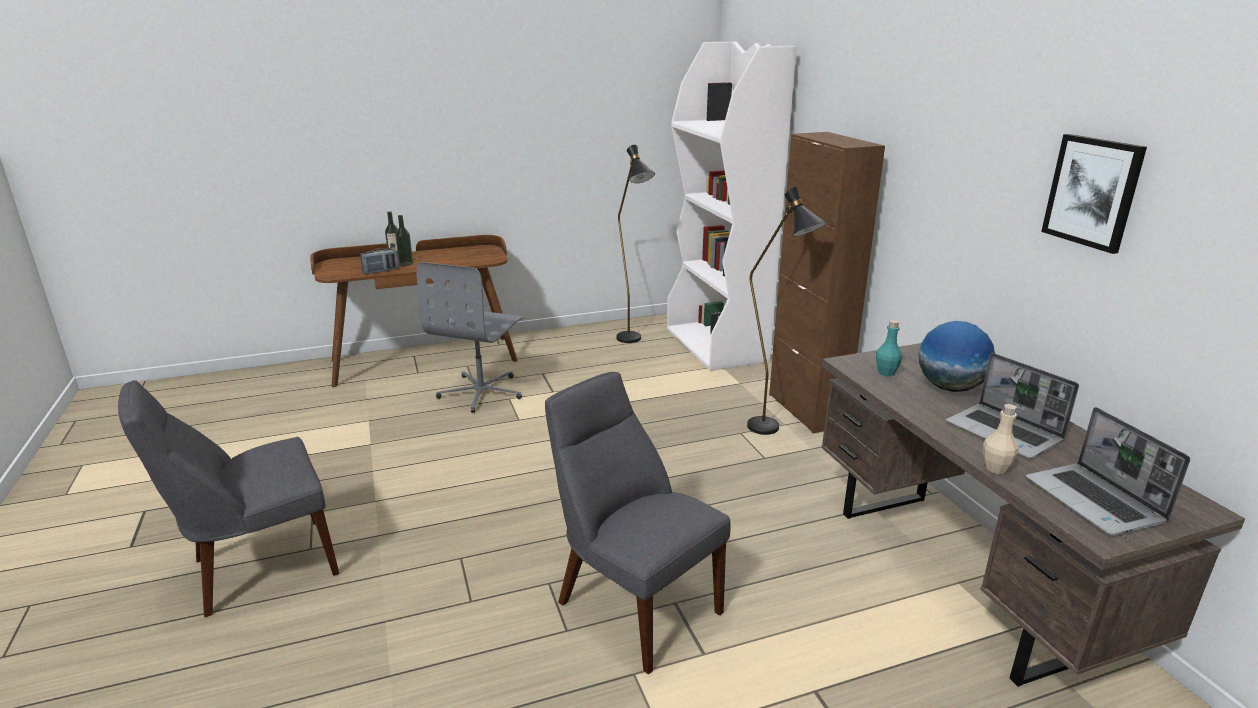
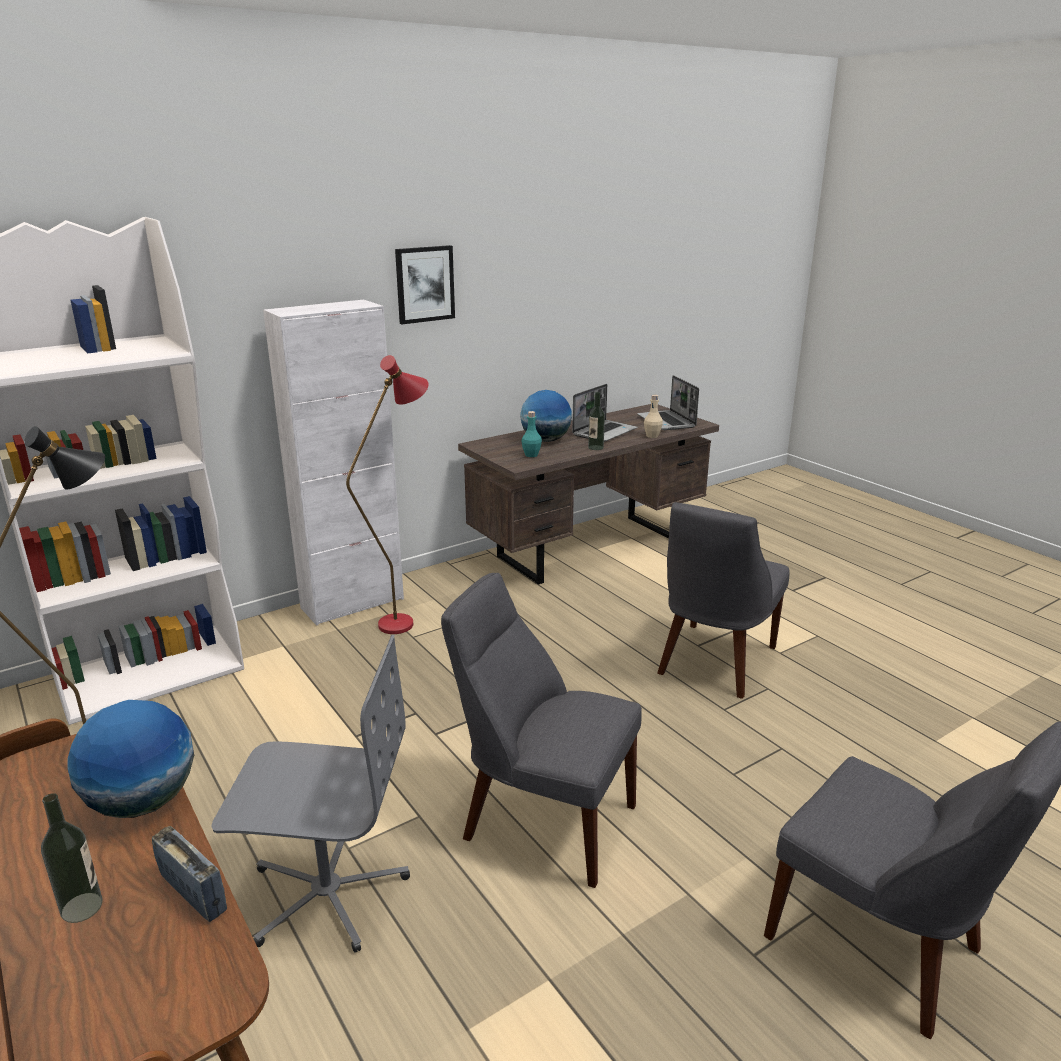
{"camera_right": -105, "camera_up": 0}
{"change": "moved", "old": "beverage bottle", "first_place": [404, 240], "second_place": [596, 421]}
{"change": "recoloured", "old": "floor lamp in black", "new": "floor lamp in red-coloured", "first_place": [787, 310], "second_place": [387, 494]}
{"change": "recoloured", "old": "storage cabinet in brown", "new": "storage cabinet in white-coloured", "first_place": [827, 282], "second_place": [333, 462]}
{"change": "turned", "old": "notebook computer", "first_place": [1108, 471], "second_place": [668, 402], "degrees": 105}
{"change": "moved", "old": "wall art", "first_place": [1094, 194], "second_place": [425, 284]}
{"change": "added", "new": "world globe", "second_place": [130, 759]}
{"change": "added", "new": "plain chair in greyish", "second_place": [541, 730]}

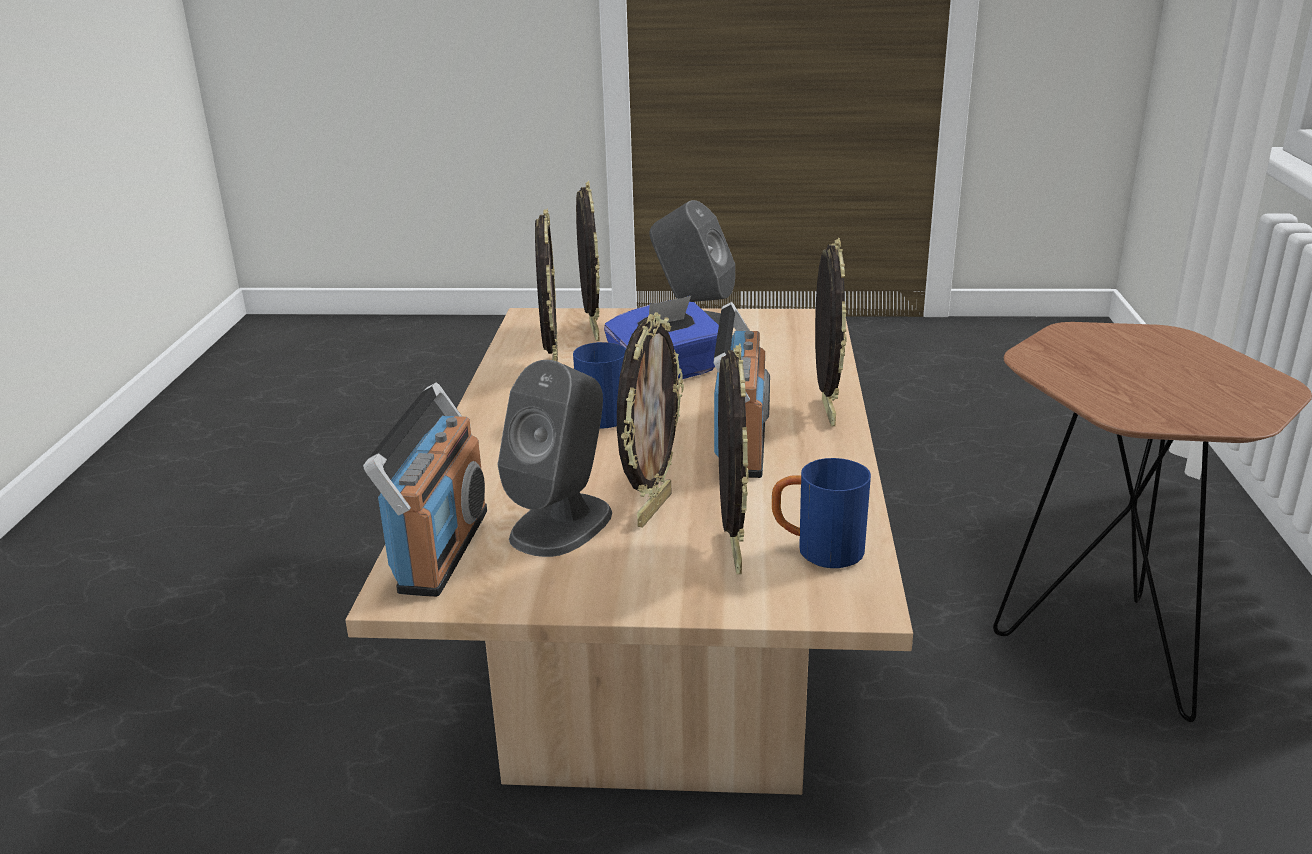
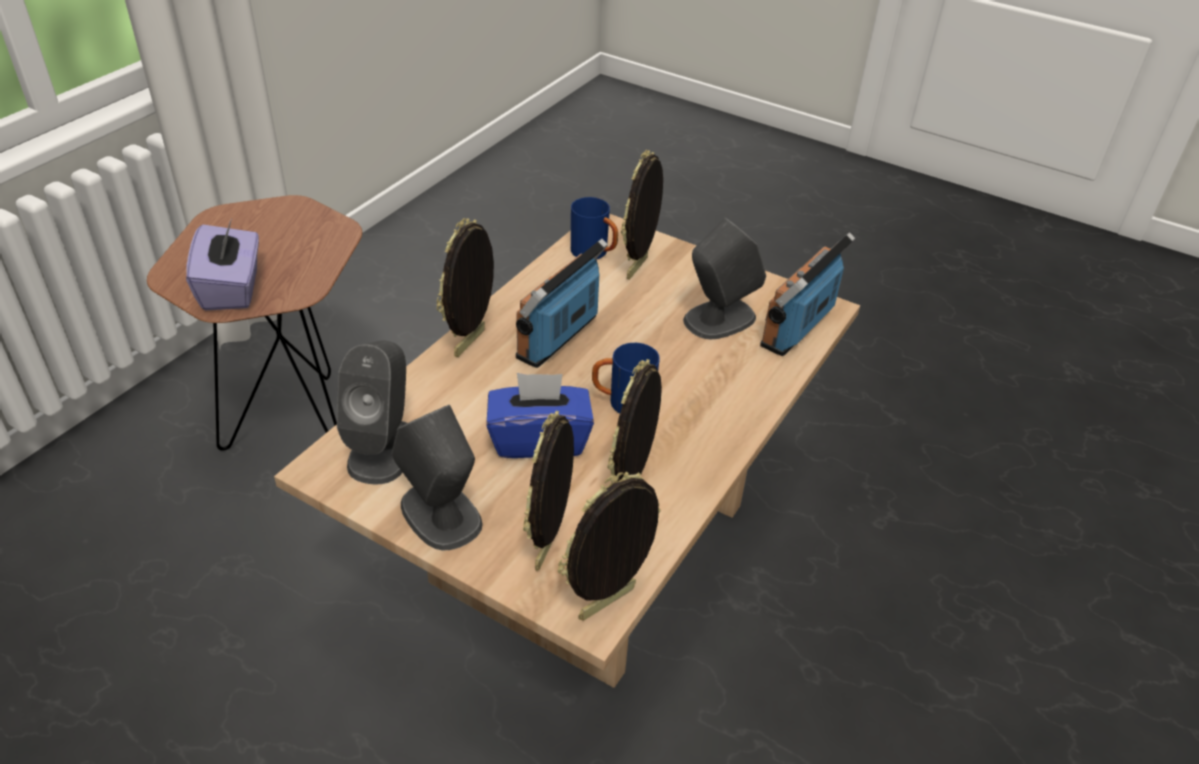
{"camera_right": -155, "camera_up": 15}
{"change": "moved", "old": "standing frame", "first_place": [650, 420], "second_place": [609, 546]}
{"change": "added", "new": "tissue box in purplish", "second_place": [222, 264]}
{"change": "added", "new": "loudspeaker in greyish", "second_place": [372, 412]}

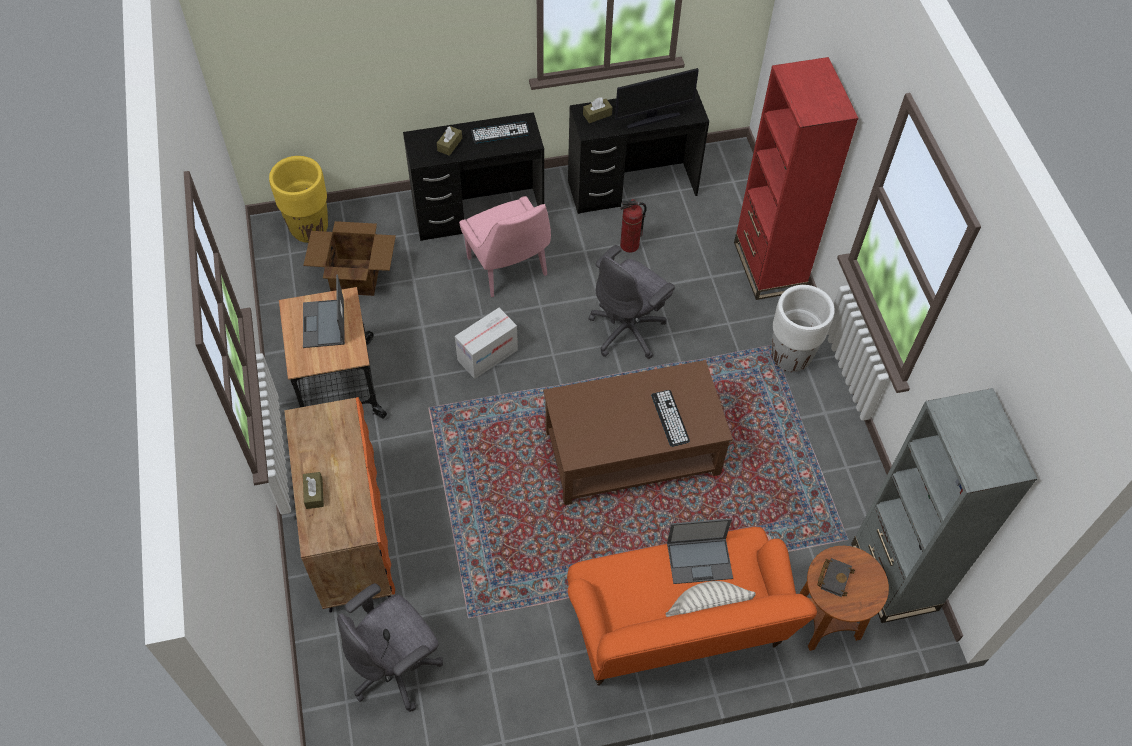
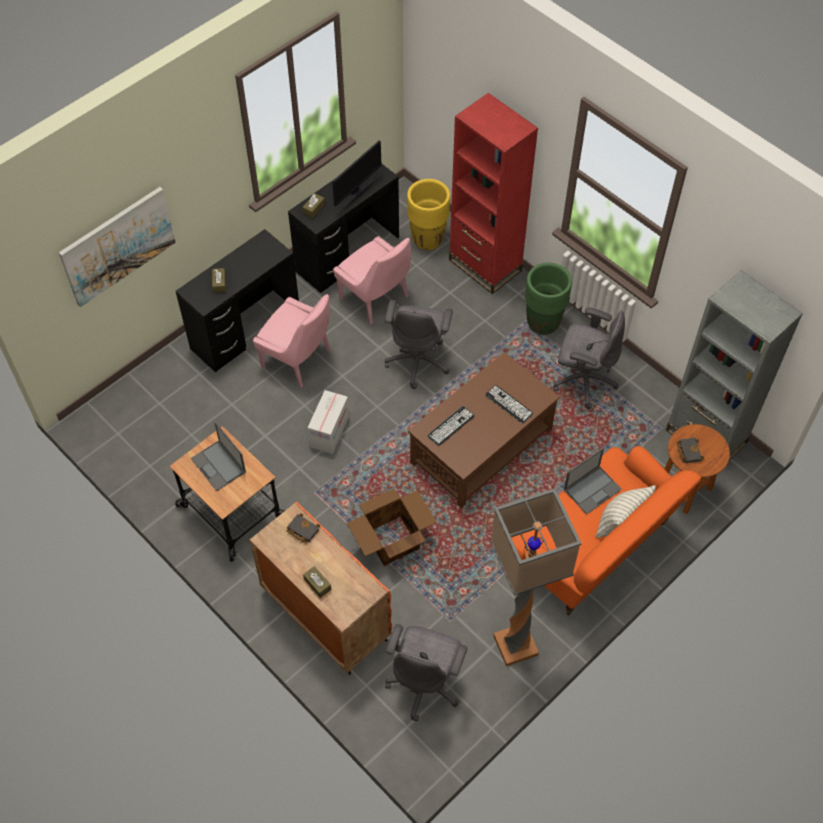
{"camera_right": -30, "camera_up": 0}
{"change": "moved", "old": "plant pot in yellow-coloured", "first_place": [298, 199], "second_place": [428, 214]}
{"change": "moved", "old": "carton", "first_place": [349, 258], "second_place": [392, 527]}
{"change": "moved", "old": "computer keyboard", "first_place": [500, 132], "second_place": [450, 426]}
{"change": "replaced", "old": "fire-fighting cylinder", "new": "plain chair in pink-coloured", "first_place": [633, 226], "second_place": [372, 280]}
{"change": "recoloured", "old": "plant pot in white-coloured", "new": "plant pot in green", "first_place": [803, 328], "second_place": [548, 298]}
{"change": "added", "new": "wall art", "second_place": [117, 247]}
{"change": "added", "new": "bound book in black", "second_place": [303, 528]}
{"change": "added", "new": "floor lamp", "second_place": [536, 577]}
{"change": "added", "new": "computer chair in greyish", "second_place": [589, 358]}

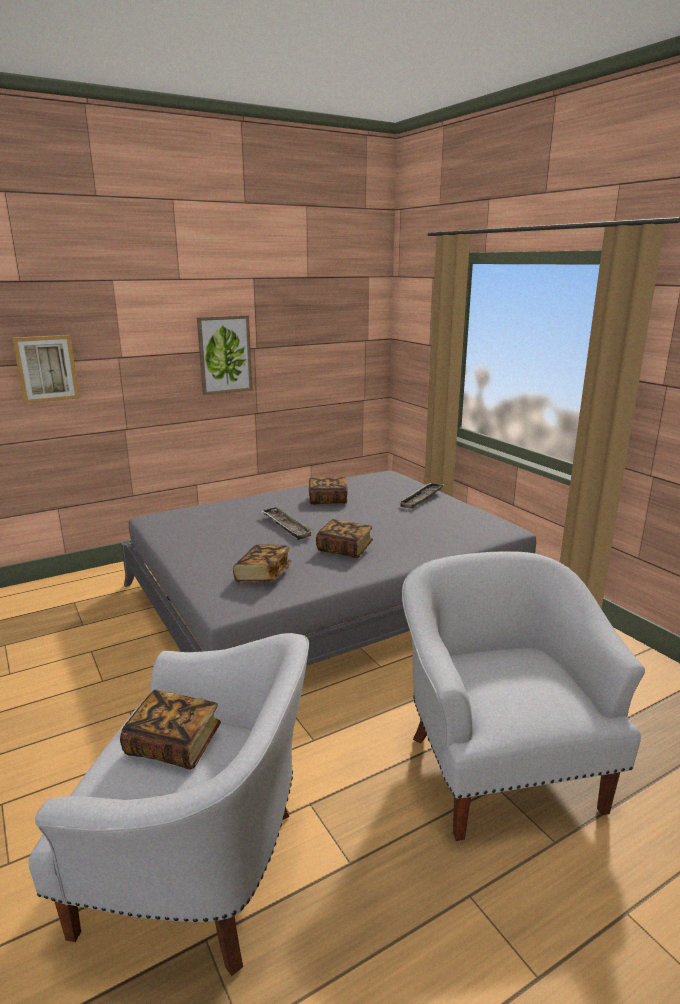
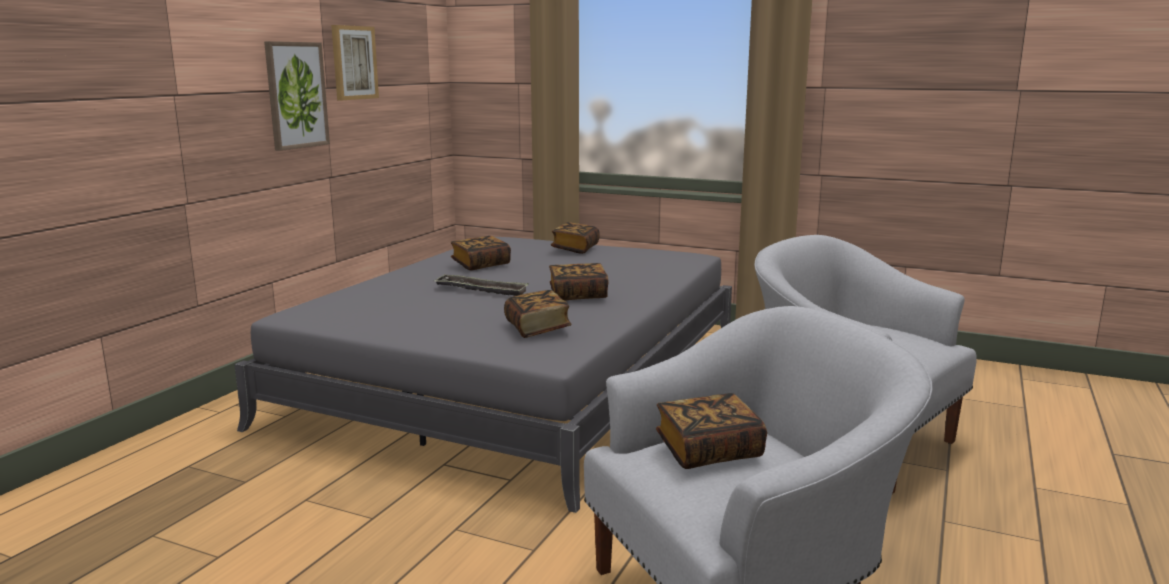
{"camera_right": -35, "camera_up": -5}
{"change": "moved", "old": "wall art", "first_place": [45, 369], "second_place": [355, 63]}
{"change": "replaced", "old": "tray", "new": "bound book", "first_place": [421, 495], "second_place": [575, 238]}

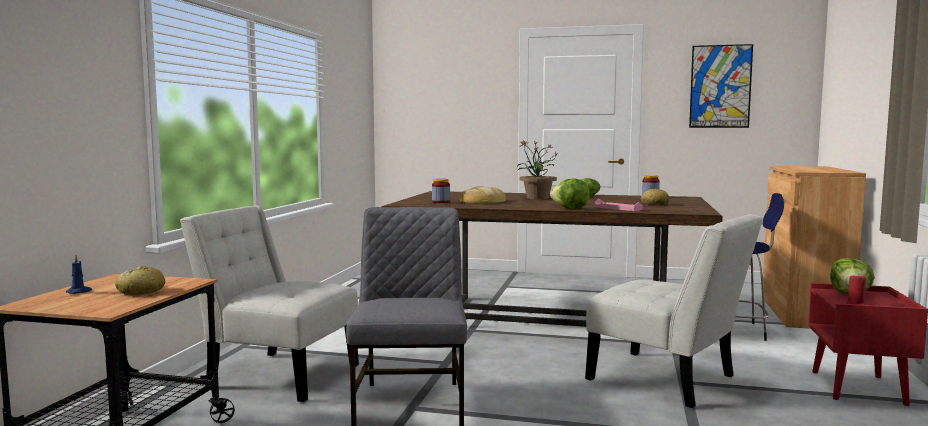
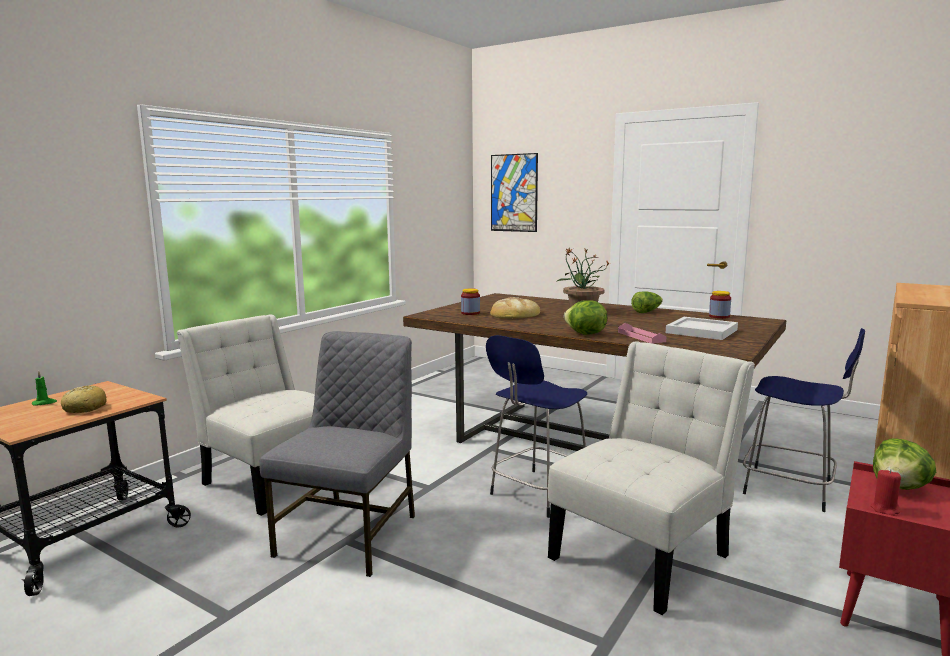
{"camera_right": 20, "camera_up": 5}
{"change": "recoloured", "old": "wax candle in blue", "new": "wax candle in green", "first_place": [79, 274], "second_place": [44, 388]}
{"change": "turned", "old": "plain chair in white-coloured", "first_place": [674, 311], "second_place": [651, 478], "degrees": -105}
{"change": "replaced", "old": "baked bread", "new": "tray in white-coloured", "first_place": [655, 196], "second_place": [702, 328]}
{"change": "moved", "old": "wall art", "first_place": [721, 86], "second_place": [514, 192]}
{"change": "added", "new": "sitting stool in blue", "second_place": [536, 426]}

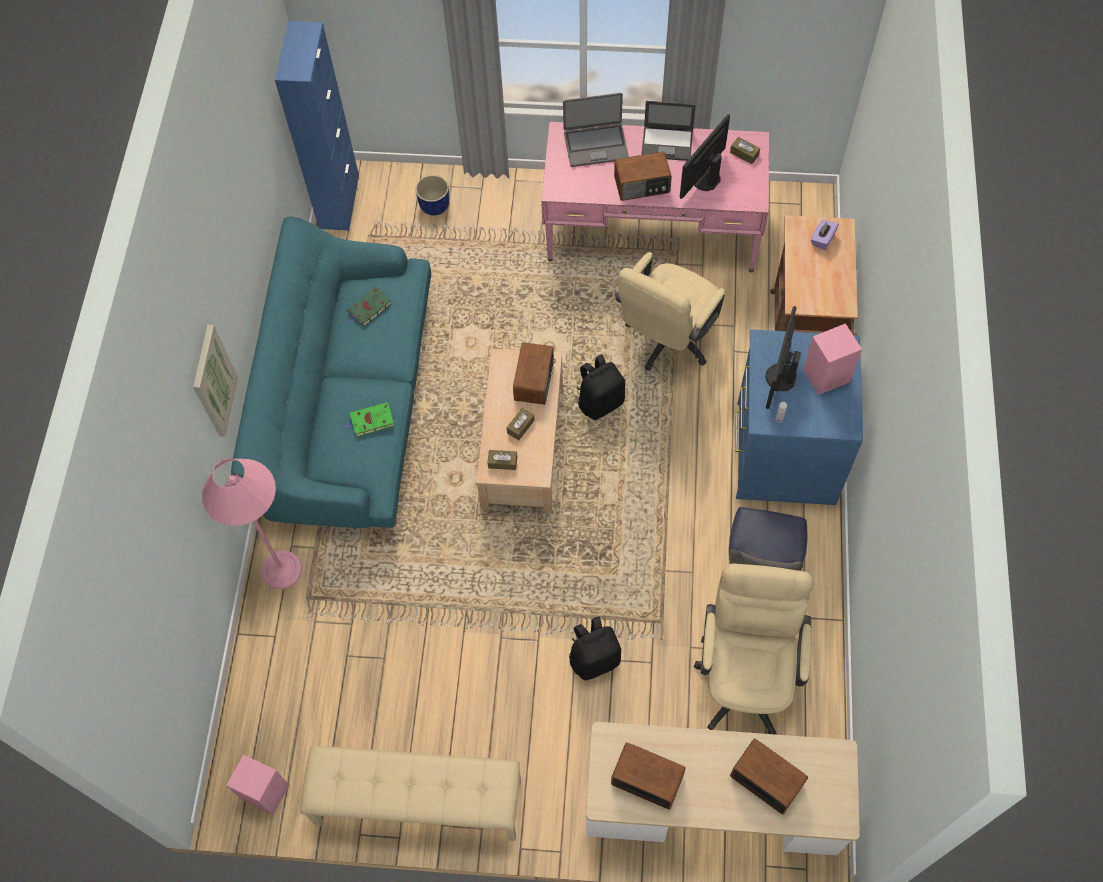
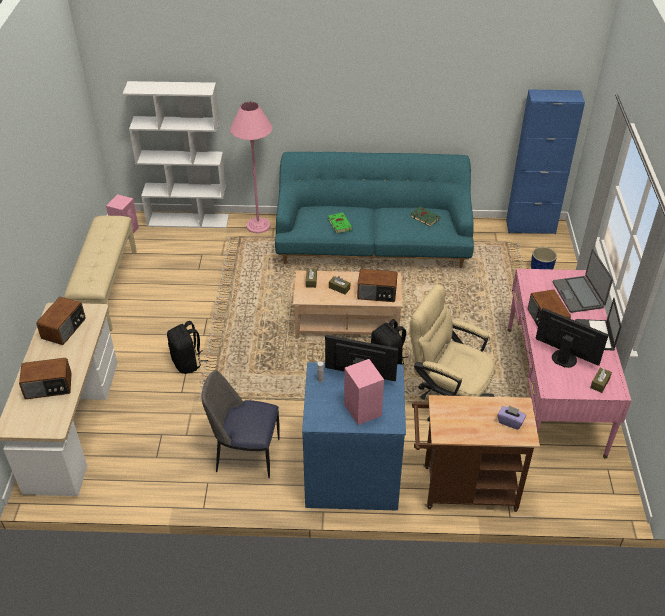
{"camera_right": 85, "camera_up": -20}
{"change": "removed", "old": "wall art", "first_place": [215, 380]}
{"change": "removed", "old": "computer chair in beige", "first_place": [754, 649]}
{"change": "turned", "old": "radio set", "first_place": [769, 776], "second_place": [45, 378], "degrees": 45}
{"change": "added", "new": "shelving unit in white-coloured", "second_place": [176, 154]}

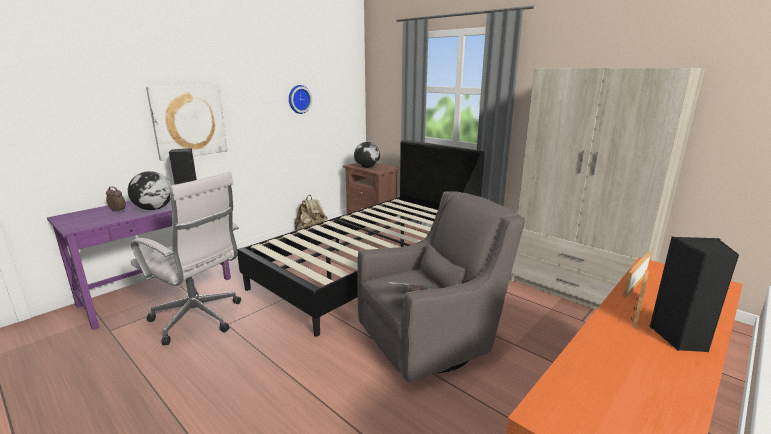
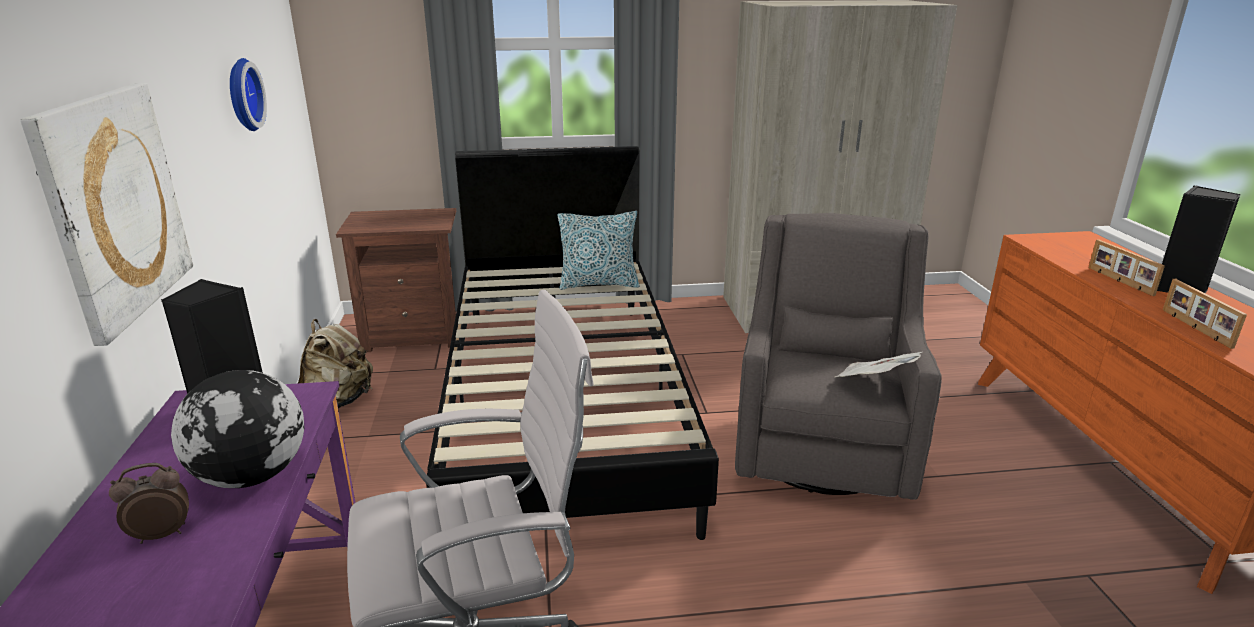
{"camera_right": -50, "camera_up": 5}
{"change": "removed", "old": "world globe", "first_place": [367, 155]}
{"change": "moved", "old": "standing frame", "first_place": [637, 274], "second_place": [1205, 314]}
{"change": "added", "new": "pillow", "second_place": [598, 250]}

